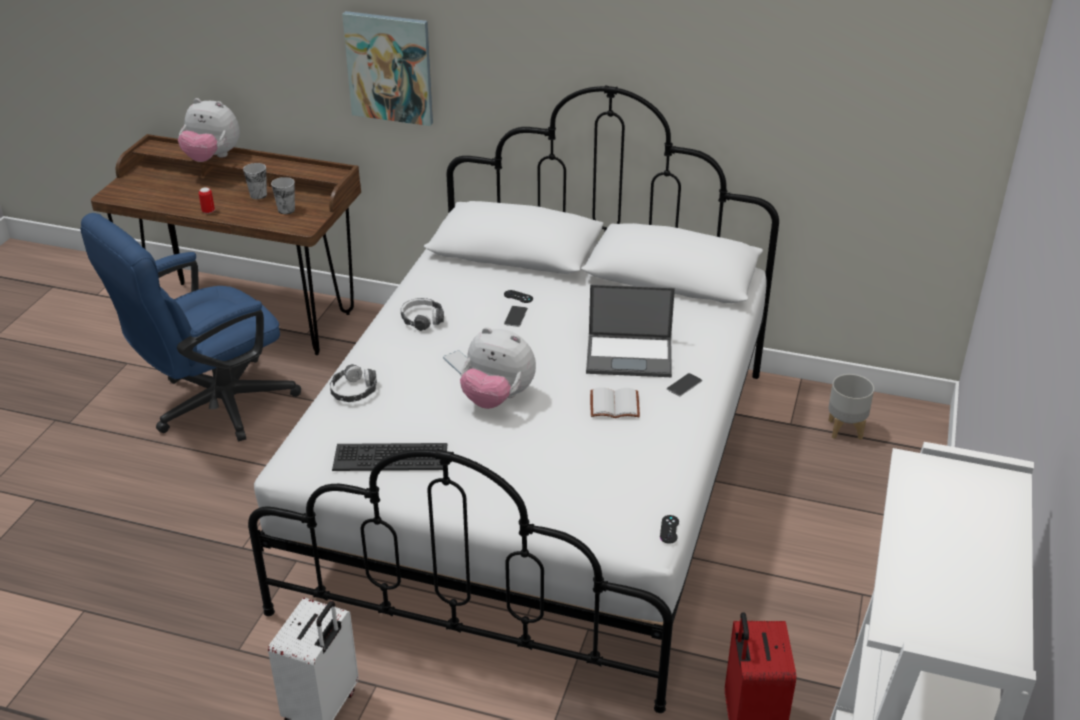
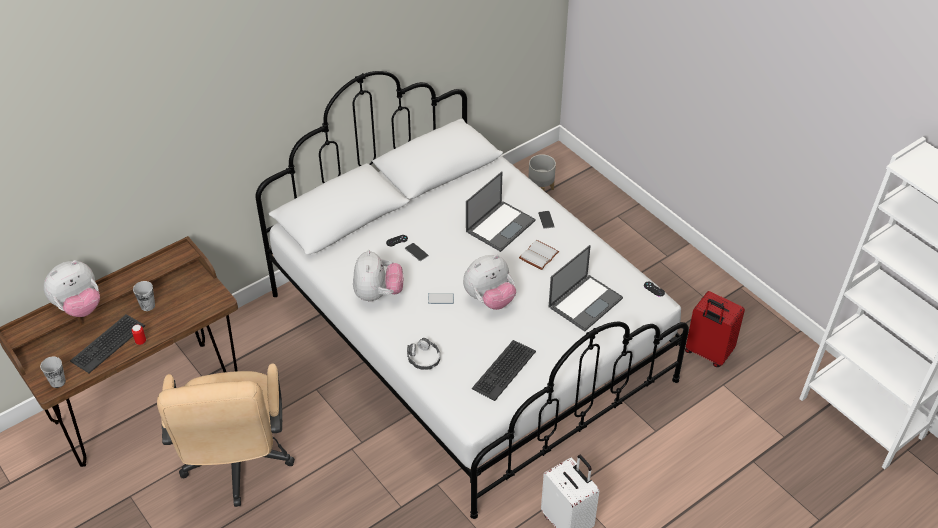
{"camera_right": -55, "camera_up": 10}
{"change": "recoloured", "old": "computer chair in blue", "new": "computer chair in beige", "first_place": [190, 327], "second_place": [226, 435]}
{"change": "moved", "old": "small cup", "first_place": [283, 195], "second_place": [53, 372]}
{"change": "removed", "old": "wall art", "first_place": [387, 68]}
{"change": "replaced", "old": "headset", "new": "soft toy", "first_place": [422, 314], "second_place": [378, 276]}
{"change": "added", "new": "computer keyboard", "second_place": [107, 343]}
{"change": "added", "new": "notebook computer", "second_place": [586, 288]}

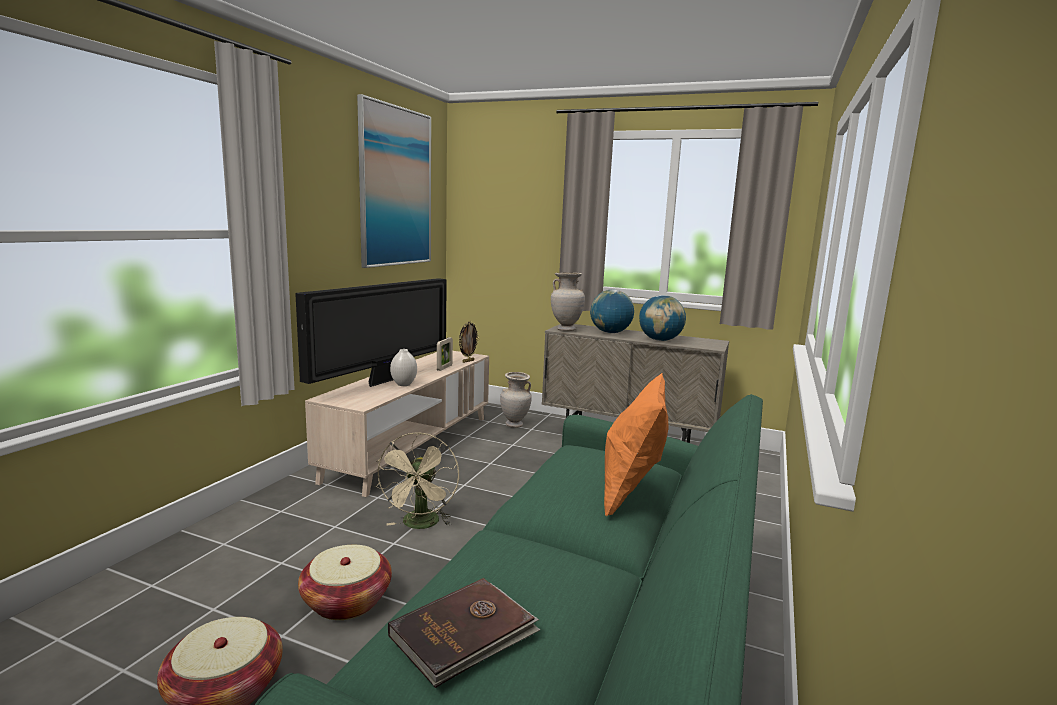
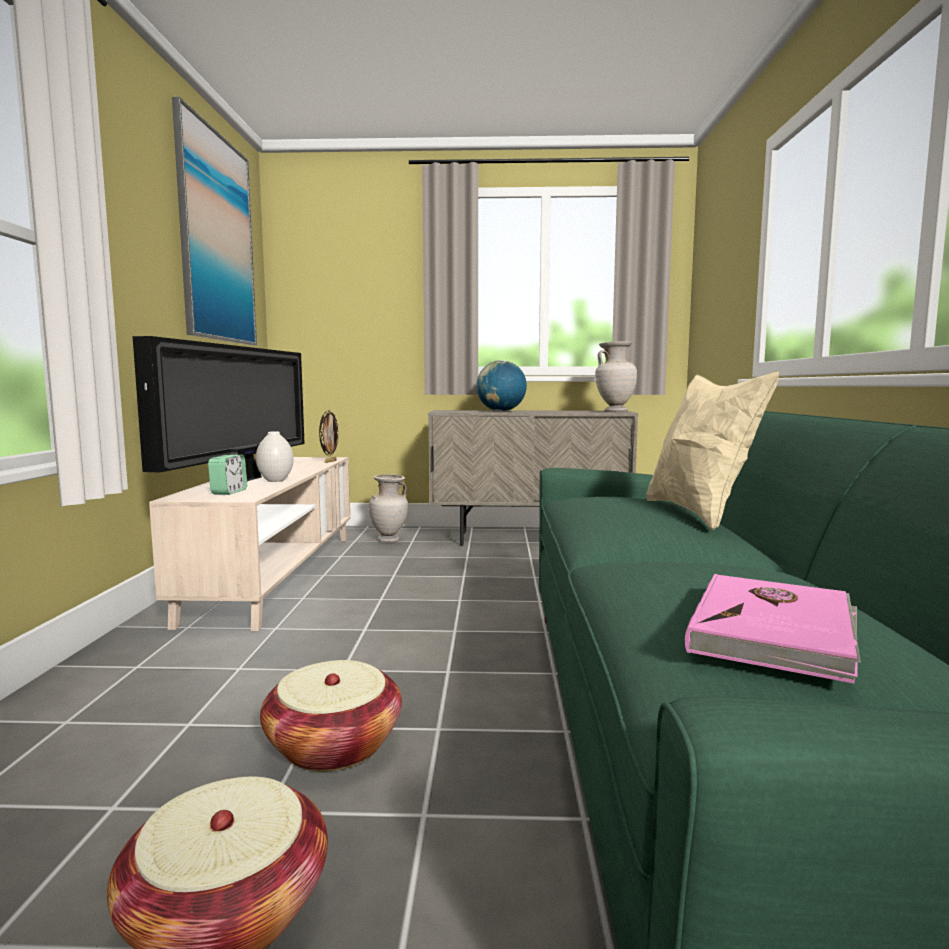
{"camera_right": -20, "camera_up": -5}
{"change": "removed", "old": "fan in beige", "first_place": [417, 480]}
{"change": "recoloured", "old": "bound book in brown", "new": "bound book in pink-coloured", "first_place": [464, 633], "second_place": [773, 629]}
{"change": "removed", "old": "standing frame", "first_place": [445, 354]}
{"change": "moved", "old": "decorative vase in beige", "first_place": [568, 301], "second_place": [616, 376]}
{"change": "recoloured", "old": "pillow in orangey", "new": "pillow in beige", "first_place": [636, 444], "second_place": [712, 450]}
{"change": "removed", "old": "world globe", "first_place": [662, 318]}
{"change": "added", "new": "bedside clock", "second_place": [227, 475]}

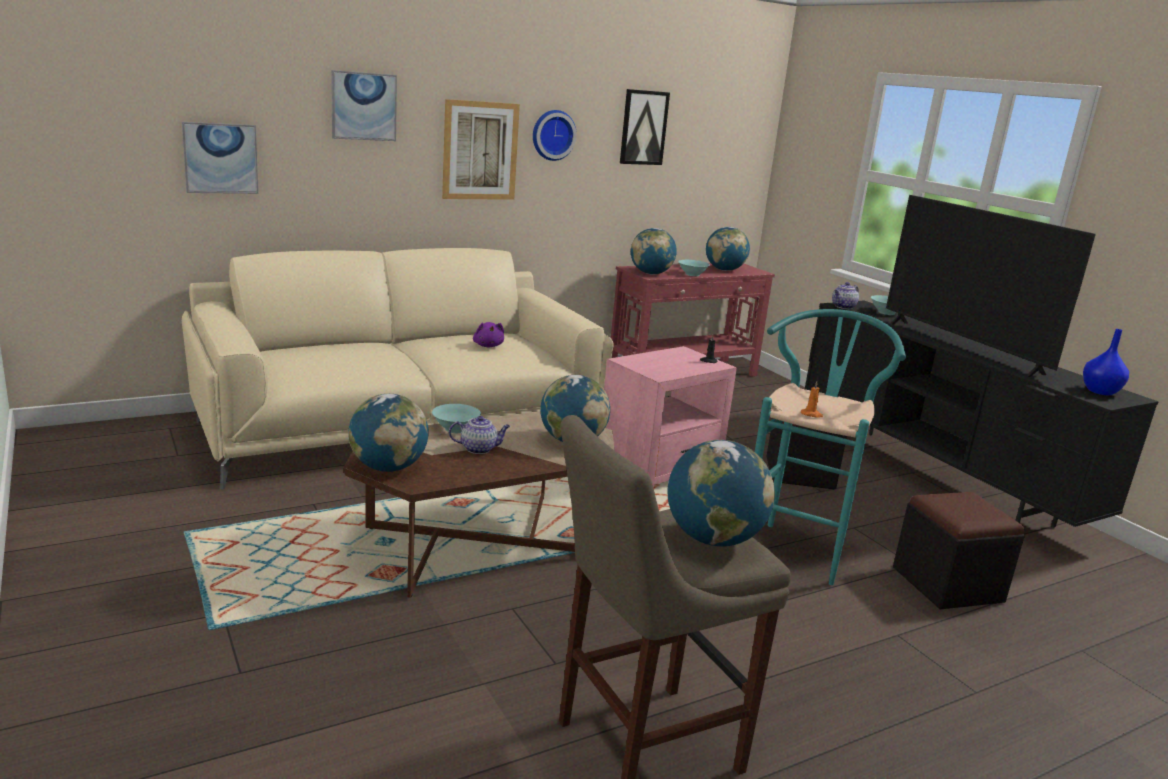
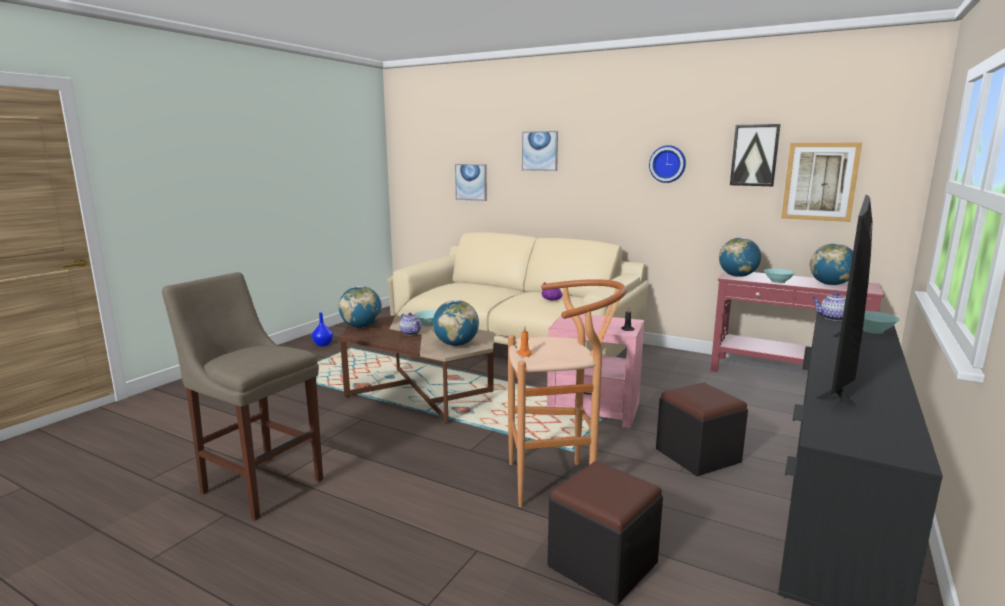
{"camera_right": 60, "camera_up": -5}
{"change": "moved", "old": "wall art", "first_place": [481, 149], "second_place": [821, 182]}
{"change": "removed", "old": "world globe", "first_place": [721, 493]}
{"change": "recoloured", "old": "sitting stool in turquoise", "new": "sitting stool in brown", "first_place": [830, 447], "second_place": [567, 393]}
{"change": "moved", "old": "decorative vase in blue", "first_place": [1106, 362], "second_place": [322, 329]}

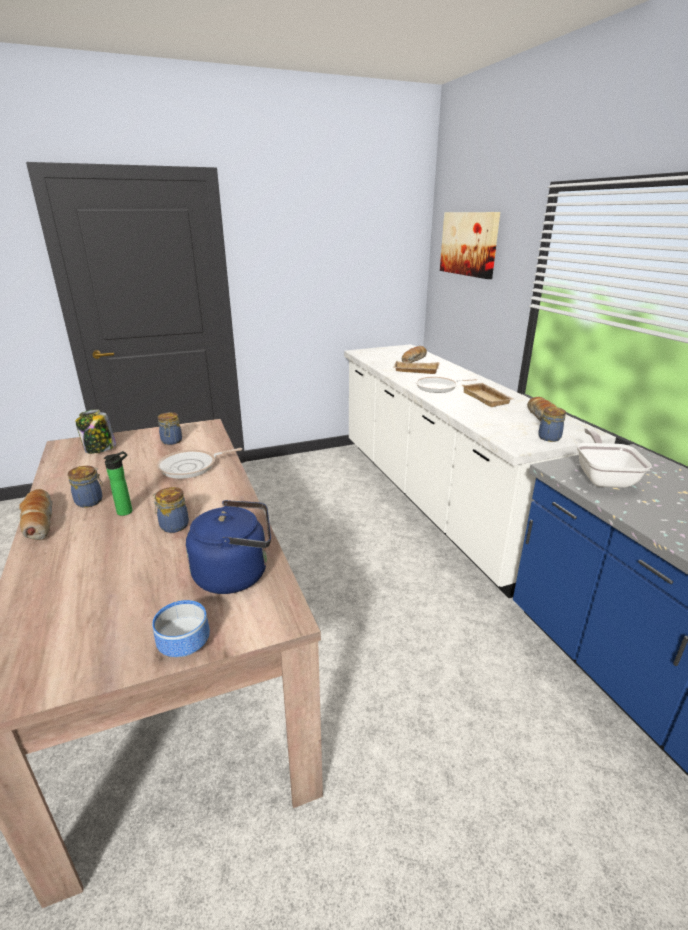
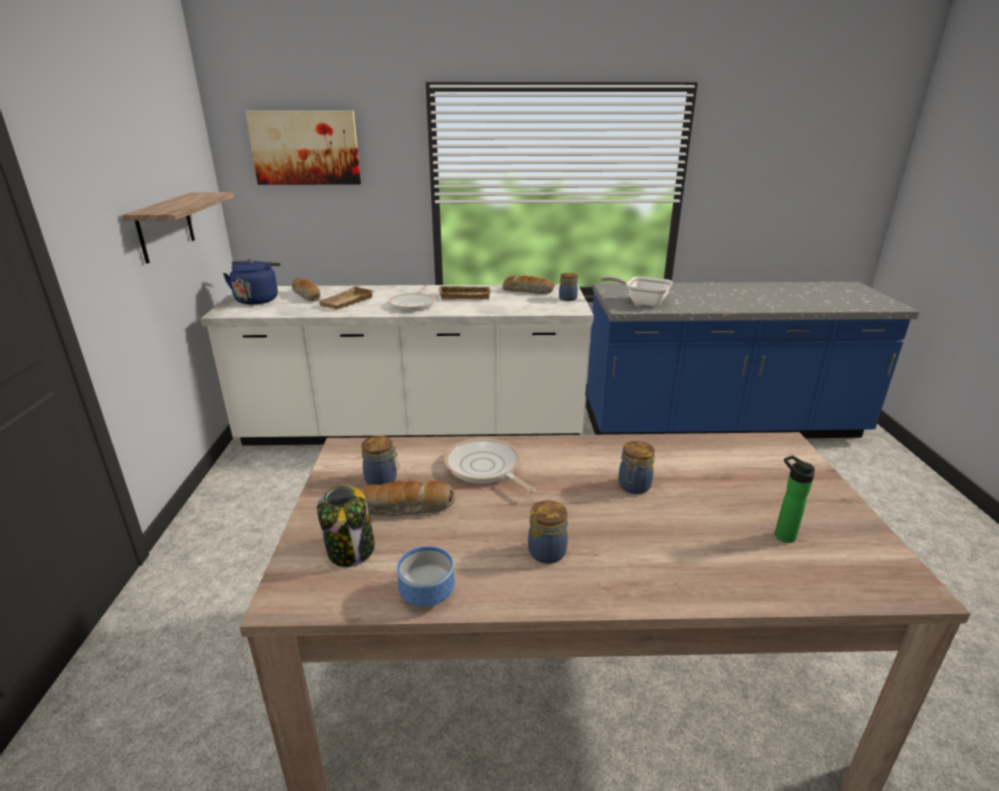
{"camera_right": -70, "camera_up": 0}
{"change": "moved", "old": "baked bread", "first_place": [36, 514], "second_place": [407, 498]}
{"change": "moved", "old": "beverage bottle", "first_place": [118, 483], "second_place": [795, 499]}
{"change": "moved", "old": "serving bowl", "first_place": [181, 628], "second_place": [425, 576]}
{"change": "turned", "old": "frying pan", "first_place": [199, 463], "second_place": [490, 465], "degrees": 150}
{"change": "moved", "old": "kettle in blue", "first_place": [228, 547], "second_place": [252, 282]}
{"change": "added", "new": "wall shelf", "second_place": [178, 228]}

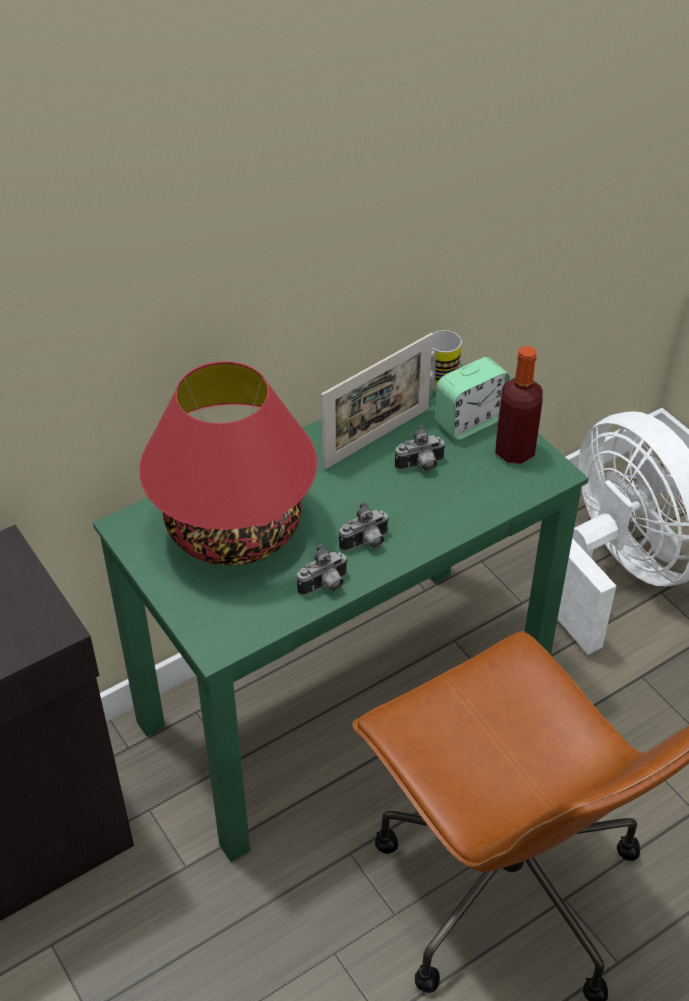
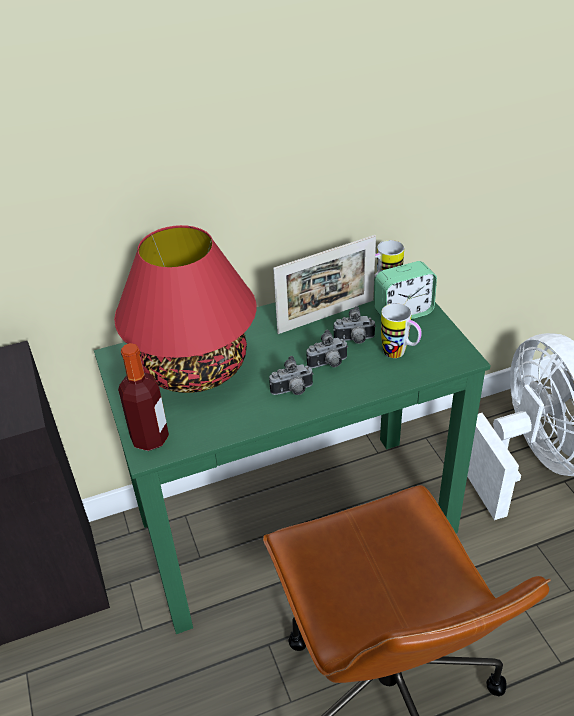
{"camera_right": 15, "camera_up": -5}
{"change": "moved", "old": "still camera", "first_place": [322, 570], "second_place": [327, 349]}
{"change": "moved", "old": "beverage bottle", "first_place": [519, 405], "second_place": [143, 397]}
{"change": "added", "new": "coffee mug", "second_place": [401, 330]}

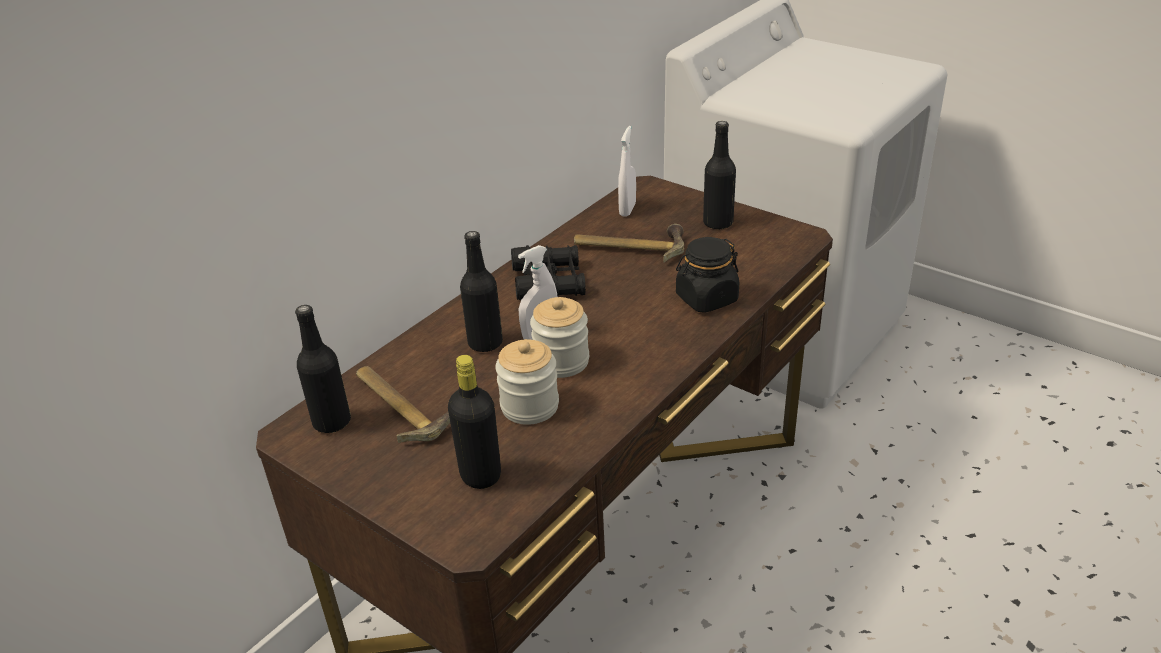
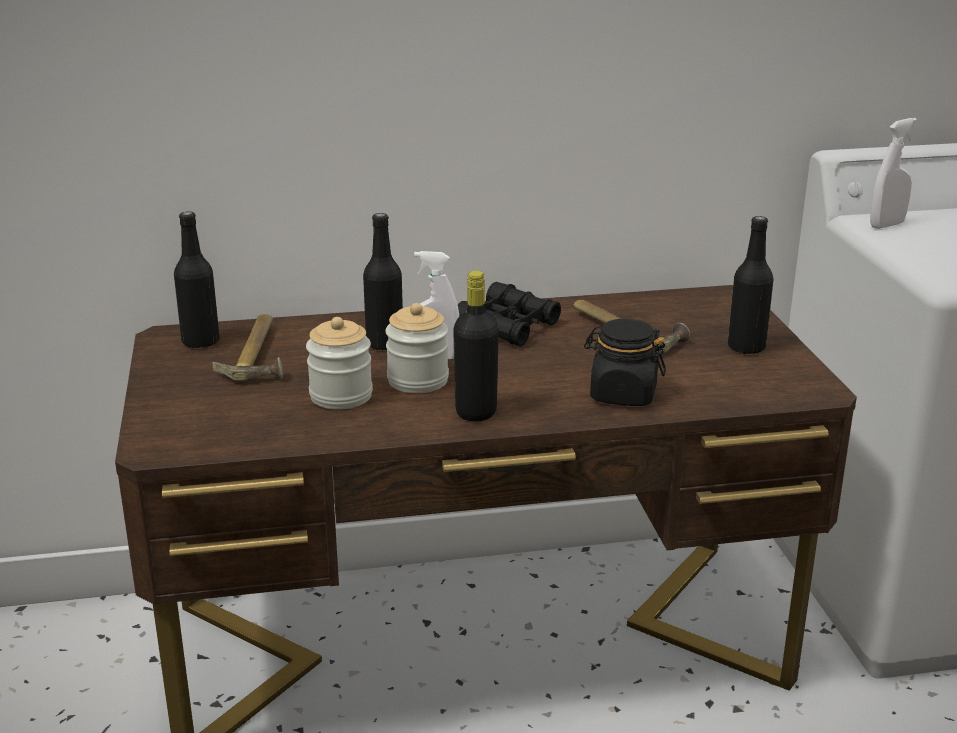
{"camera_right": 40, "camera_up": -10}
{"change": "moved", "old": "beverage bottle in black", "first_place": [474, 422], "second_place": [476, 346]}
{"change": "moved", "old": "spray bottle in white-coloured", "first_place": [627, 171], "second_place": [893, 173]}

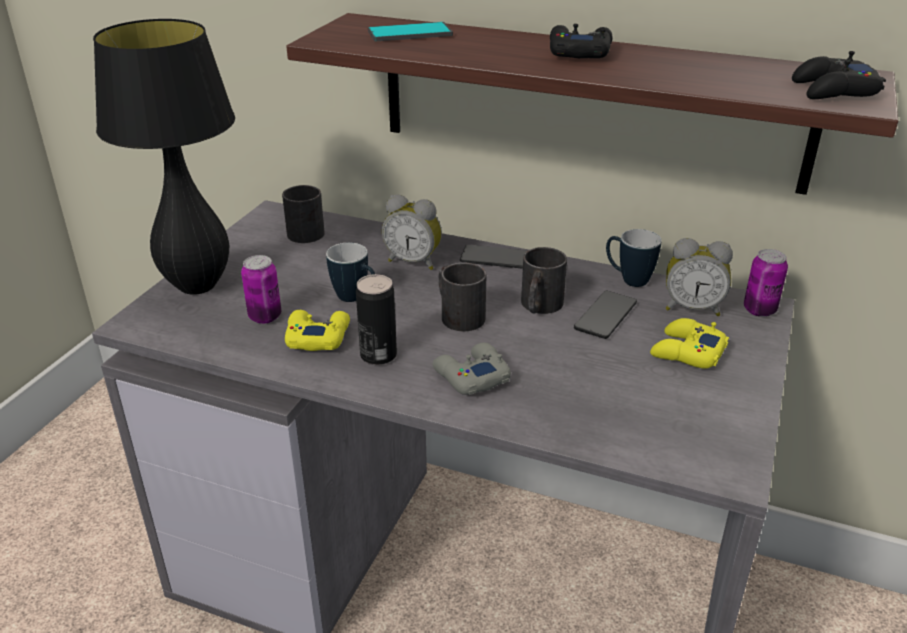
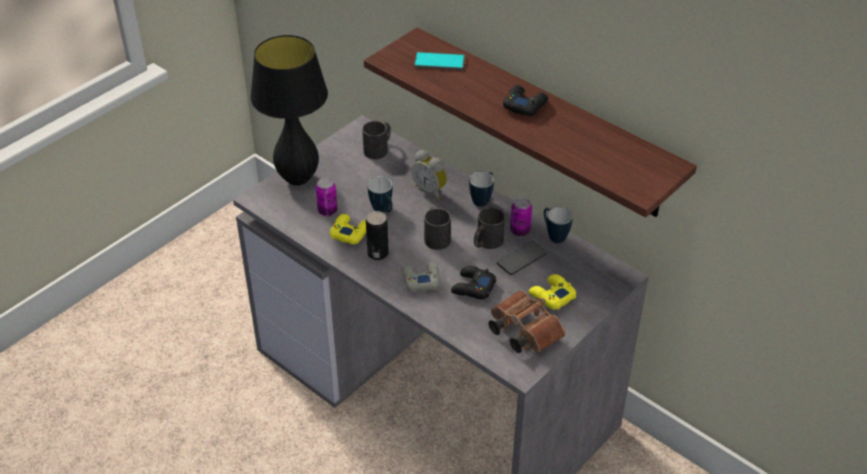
{"camera_right": 20, "camera_up": 10}
{"change": "replaced", "old": "phone", "new": "coffee mug", "first_place": [493, 257], "second_place": [481, 189]}
{"change": "removed", "old": "bedside clock", "first_place": [699, 277]}
{"change": "moved", "old": "metal can", "first_place": [766, 283], "second_place": [521, 216]}
{"change": "moved", "old": "game controller in black", "first_place": [839, 75], "second_place": [474, 282]}
{"change": "added", "new": "binoculars in brown", "second_place": [527, 322]}

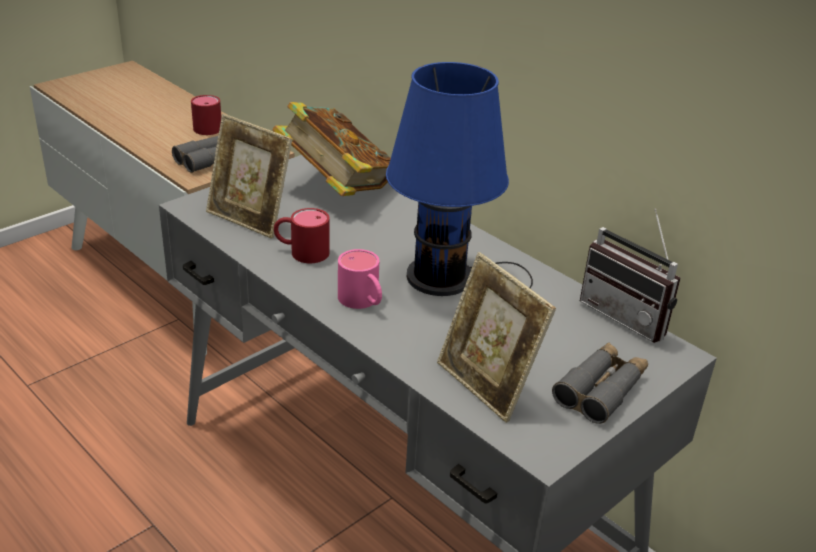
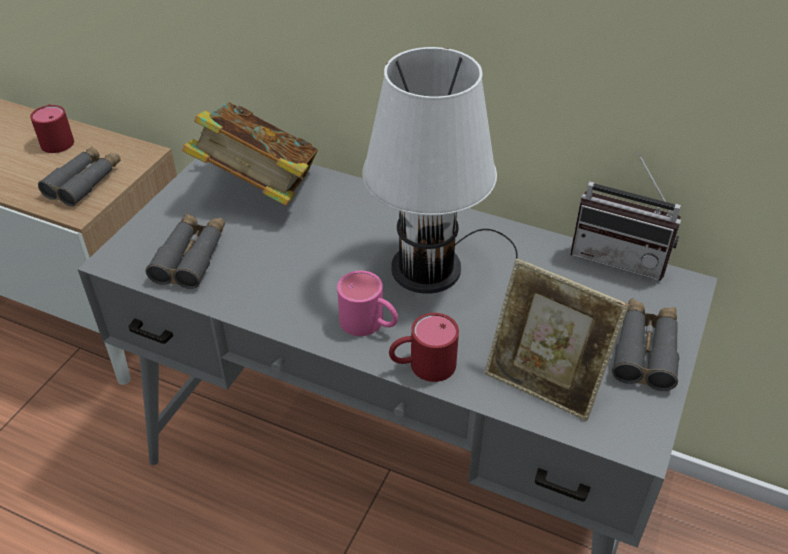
{"camera_right": -20, "camera_up": 10}
{"change": "replaced", "old": "standing frame", "new": "binoculars in greyish", "first_place": [249, 176], "second_place": [185, 251]}
{"change": "moved", "old": "coffee mug in red-coloured", "first_place": [301, 235], "second_place": [424, 347]}
{"change": "recoloured", "old": "tabletop lamp in blue", "new": "tabletop lamp in white-coloured", "first_place": [459, 179], "second_place": [440, 170]}

